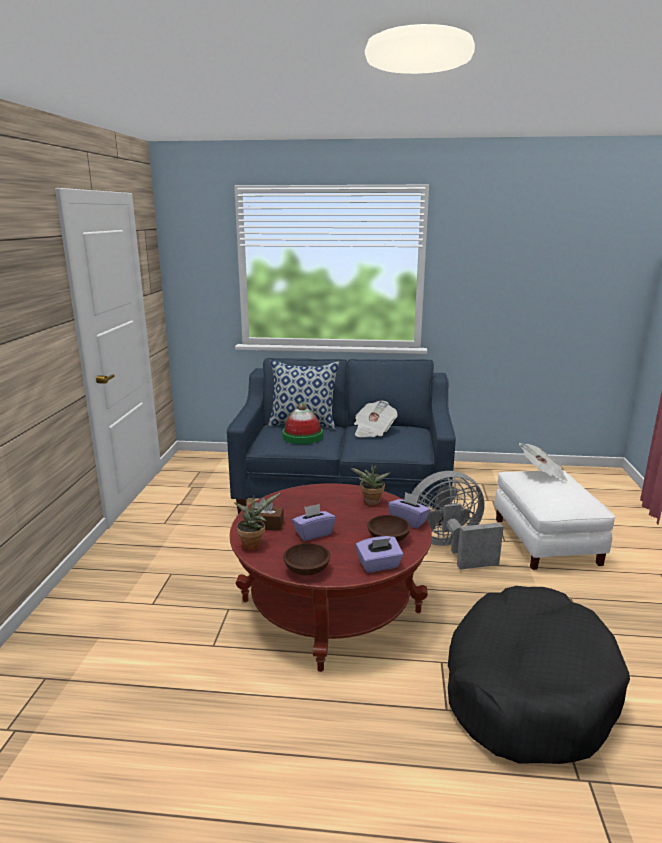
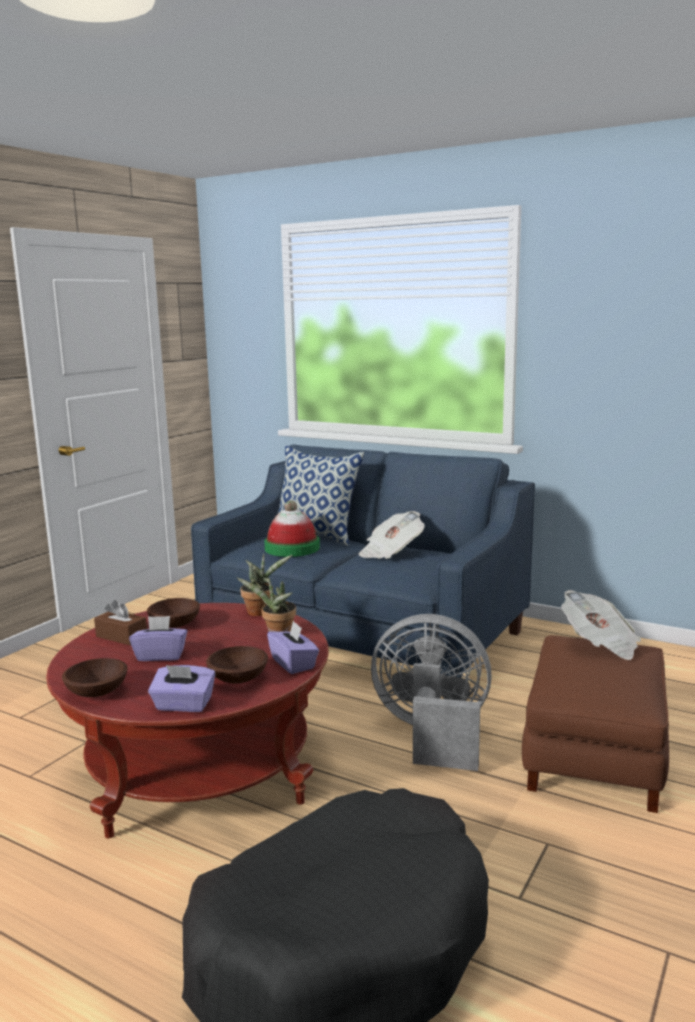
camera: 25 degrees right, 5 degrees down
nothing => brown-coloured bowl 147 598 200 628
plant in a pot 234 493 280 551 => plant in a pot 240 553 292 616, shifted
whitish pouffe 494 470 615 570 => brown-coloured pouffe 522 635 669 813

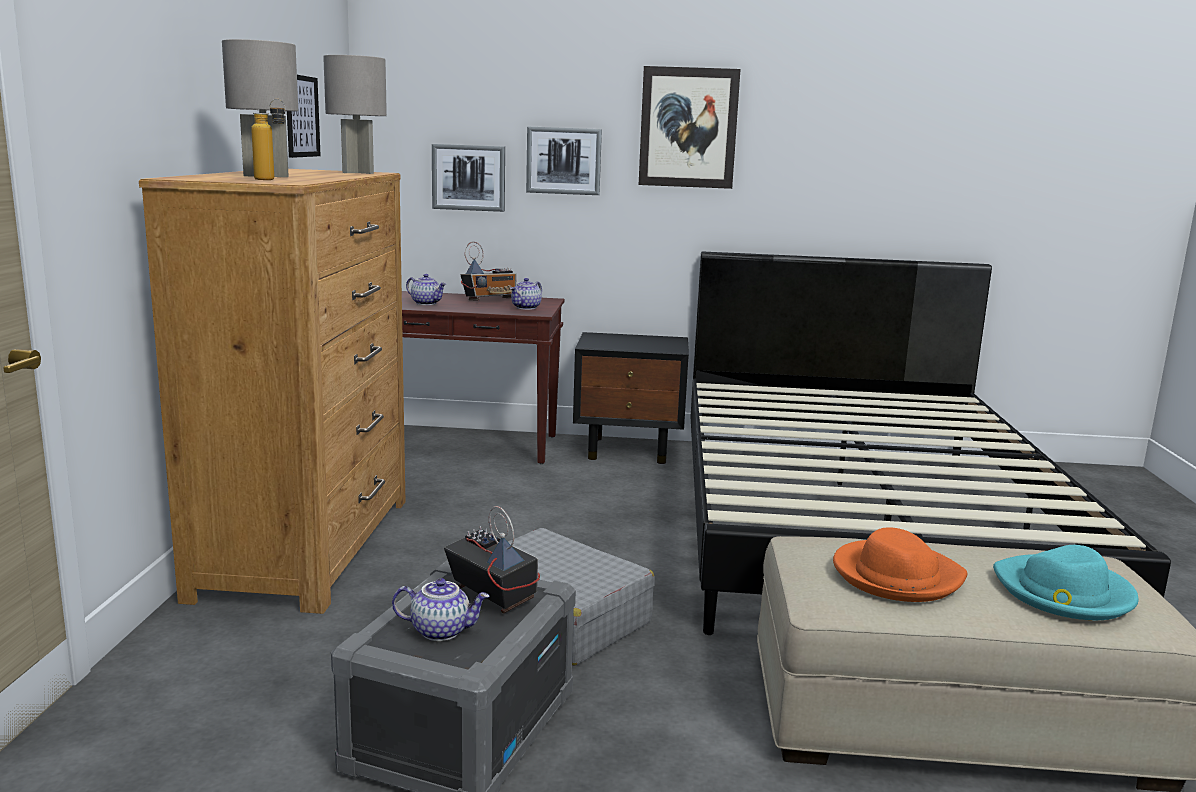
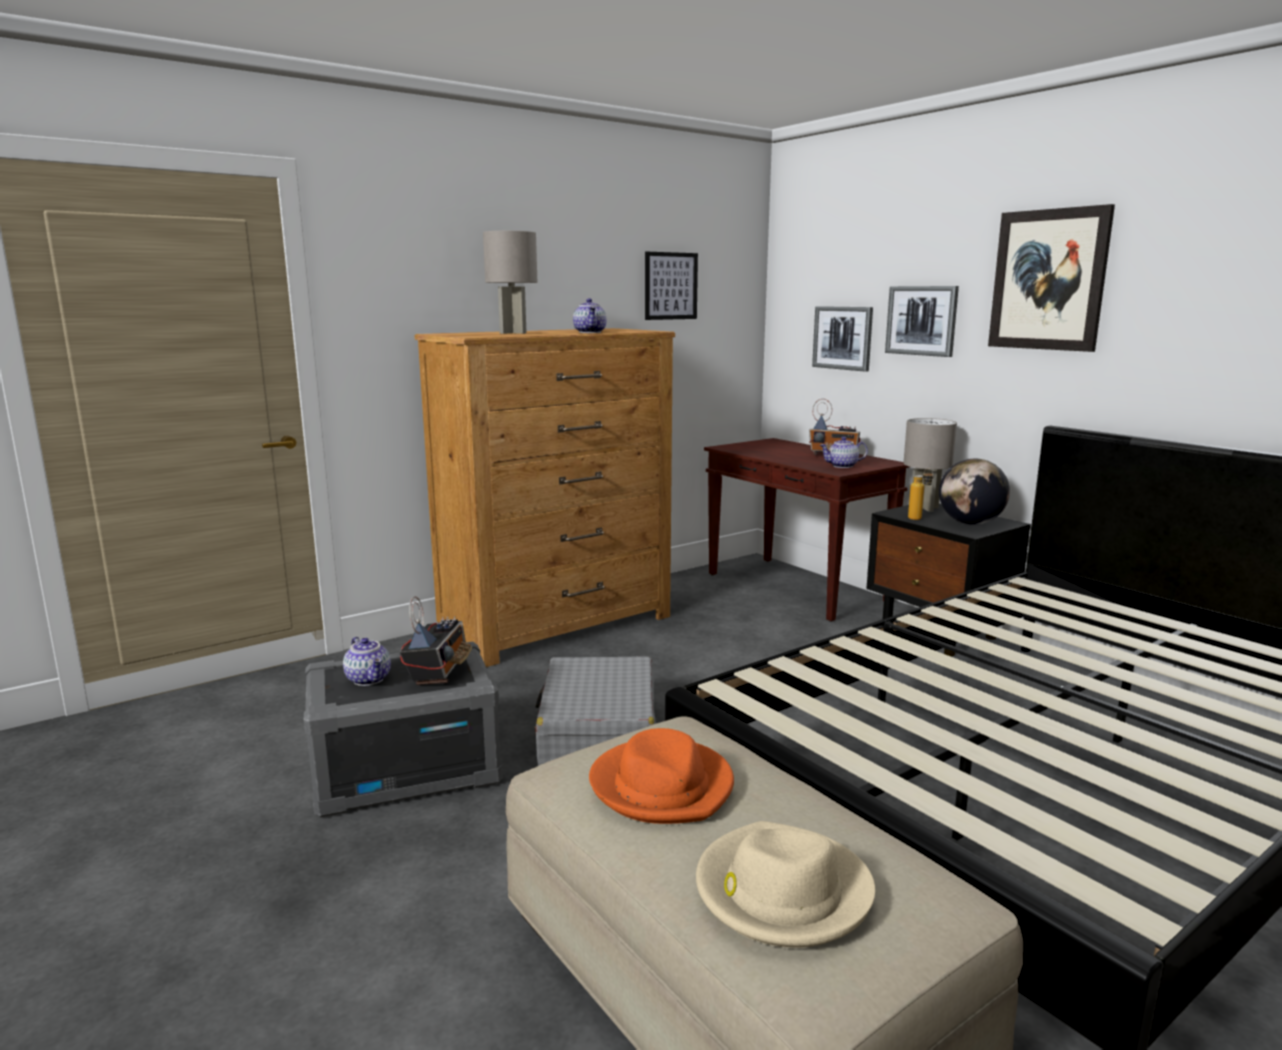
camera: 50 degrees right, 0 degrees up
teapot 406 274 446 305 => teapot 573 298 607 333, shifted
turquoise clothing hat 993 545 1139 620 => sand-coloured clothing hat 696 821 875 948
greyish table lamp 323 55 387 174 => greyish table lamp 903 418 957 512, shifted
bottle 251 99 285 180 => bottle 908 468 934 520, shifted
nothing => world globe 939 459 1010 525

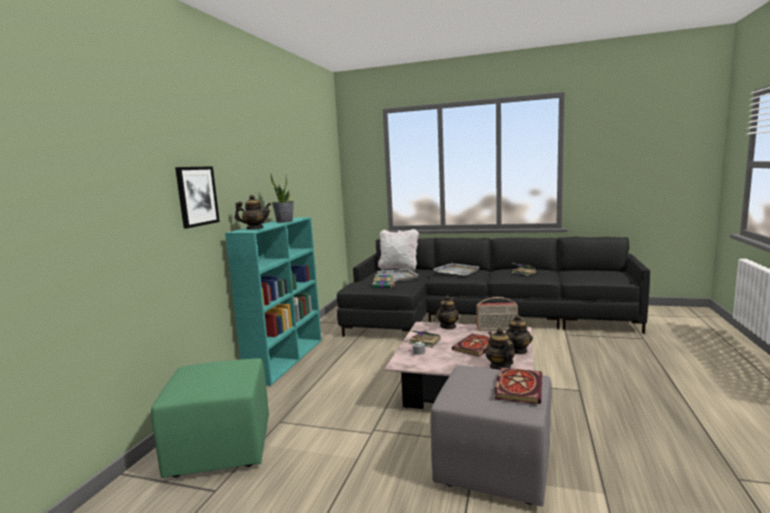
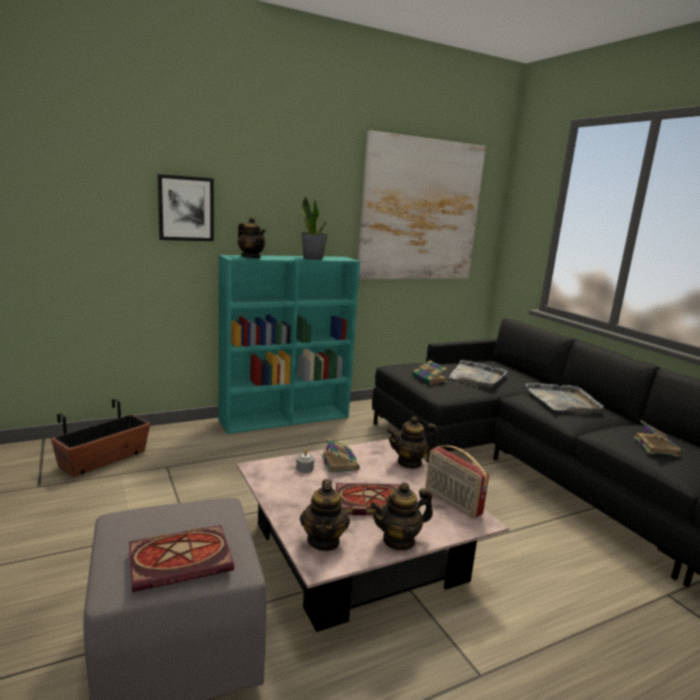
camera: 45 degrees right, 5 degrees up
greenish pouffe 151 358 269 478 => plant pot 51 399 150 477
teapot 485 328 515 370 => teapot 300 479 350 551, 150 degrees clockwise
nothing => picture 358 130 486 279
whitish pillow 378 229 419 270 => nothing

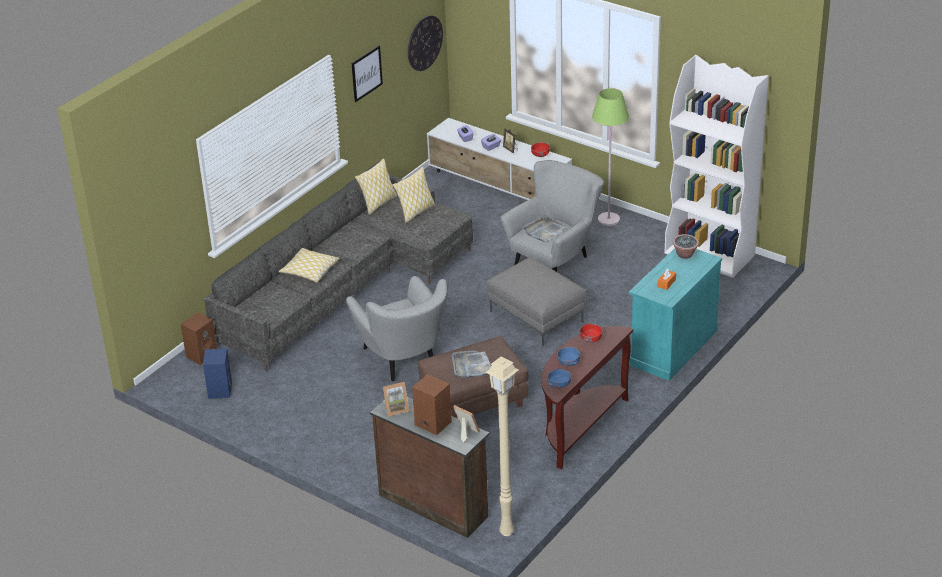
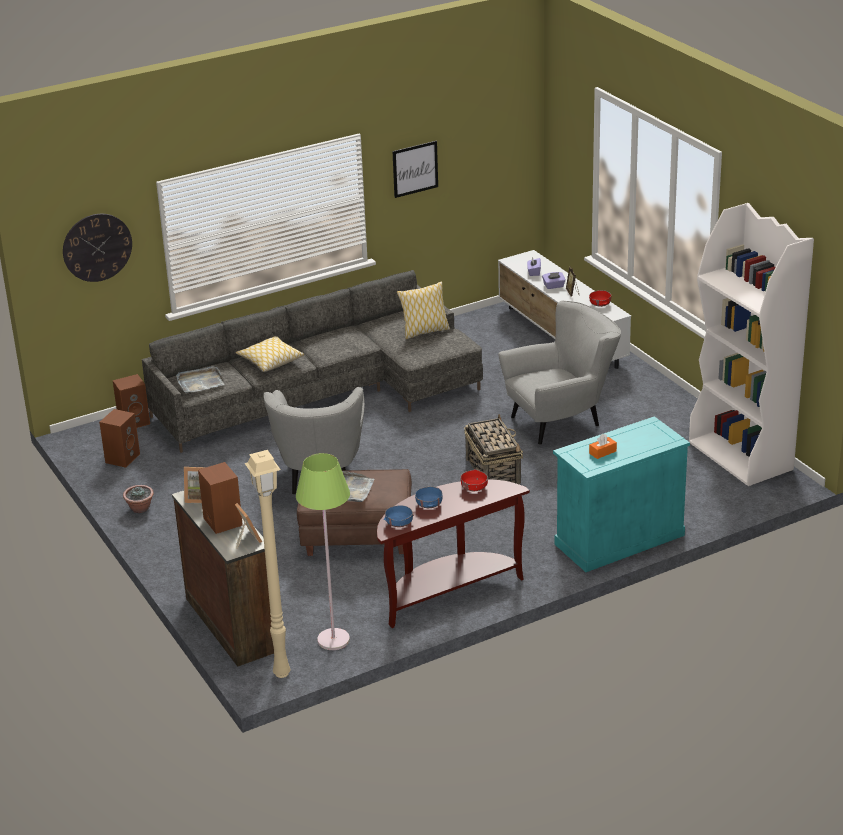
camera: 25 degrees right, 5 degrees down
wall clock 408 15 443 71 => wall clock 63 214 132 282, shifted
blue-coloured speaker 203 349 232 399 => brown-coloured speaker 99 409 140 468
plant in a pot 673 234 699 259 => plant in a pot 123 485 154 513, shifted
greyish tray 522 215 566 242 => greyish tray 176 366 225 393, shifted
greenish floor lamp 592 88 629 226 => greenish floor lamp 296 453 350 650, shifted
greyish pouffe 487 257 586 346 => basket 464 414 523 484
pillow 355 159 397 215 => nothing

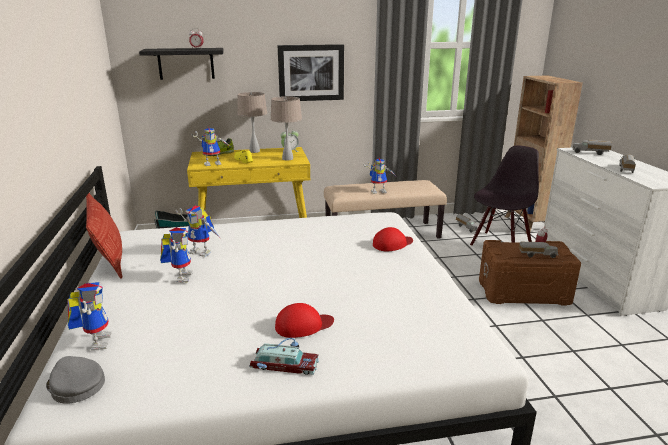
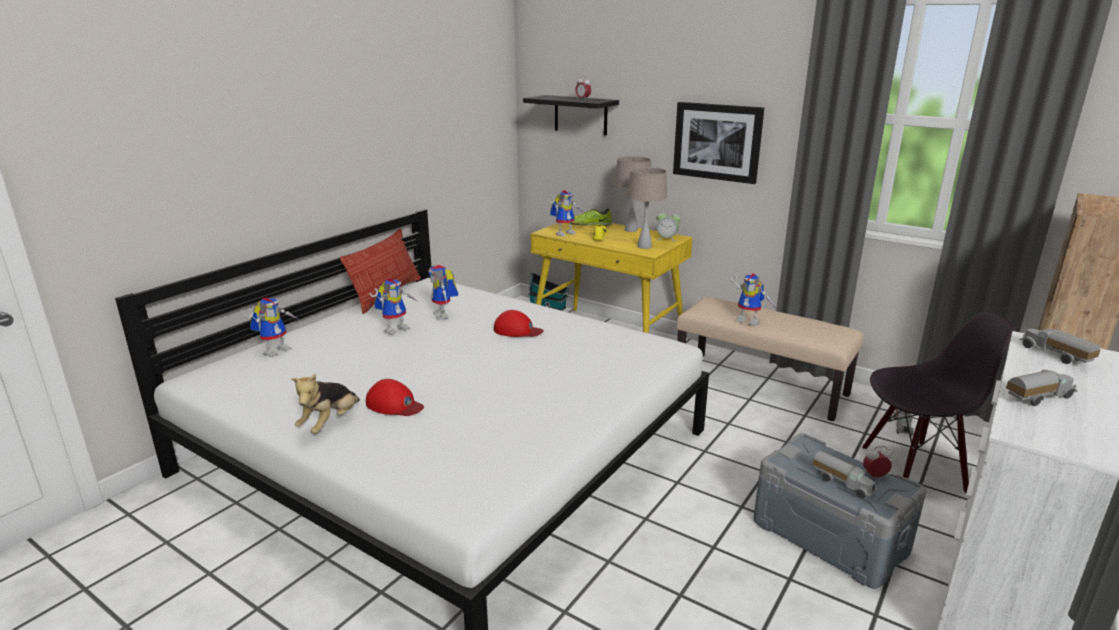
camera: 45 degrees right, 0 degrees up
toy car 249 338 319 375 => plush toy 291 374 360 434
reddish cap 373 227 413 251 => reddish cap 494 310 544 337, shifted
toy robot 191 127 232 166 => toy robot 548 190 584 237, 60 degrees counterclockwise
brown-coloured storage box 479 240 581 306 => greyish storage box 753 433 926 589
greyish cap 46 356 105 404 => nothing

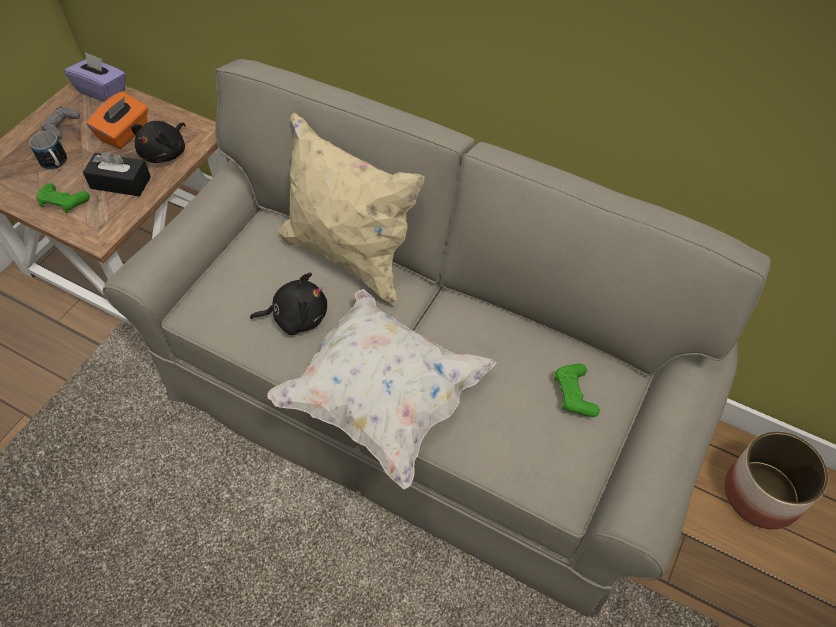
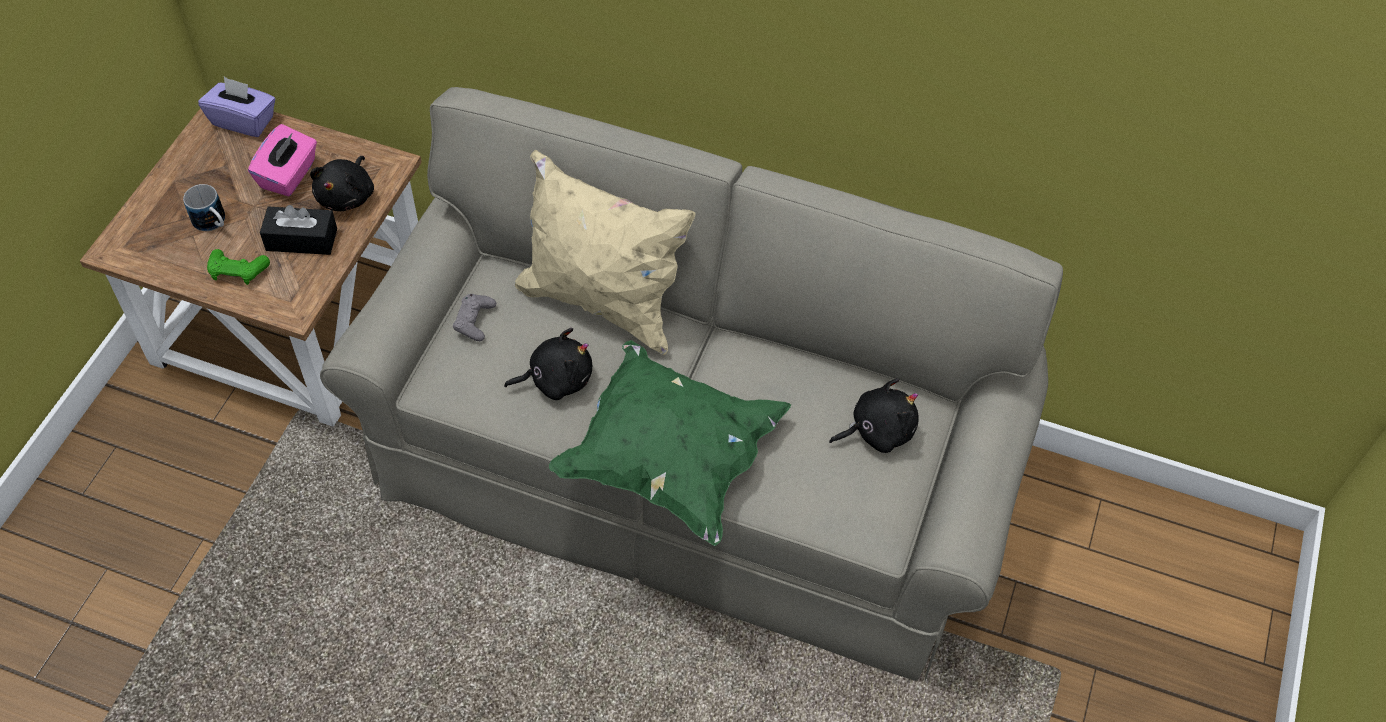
camera: 10 degrees left, 0 degrees up
orange tissue box 86 91 148 149 => pink tissue box 248 124 317 196
greyish gamepad 40 106 80 139 => greyish gamepad 453 294 496 341, shifted
whitish pillow 267 289 497 489 => greenish pillow 549 340 791 546
greenish gamepad 554 364 600 417 => blackish plush toy 829 378 919 453
plant pot 725 431 828 529 => nothing

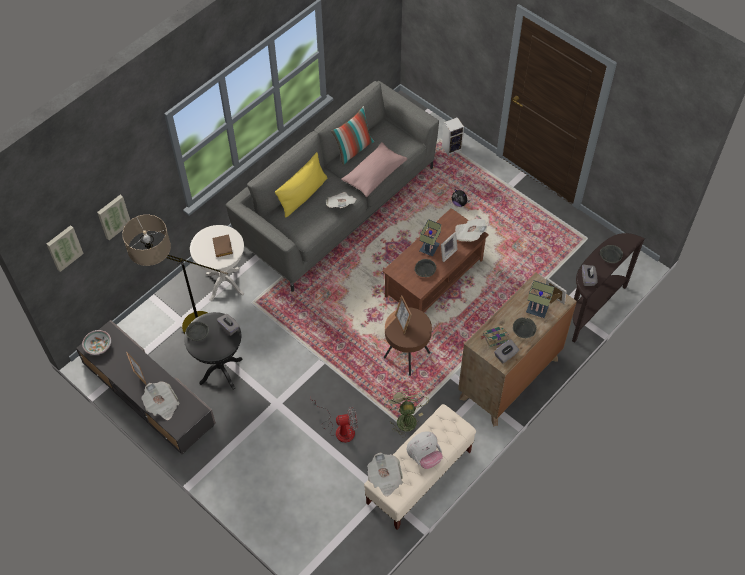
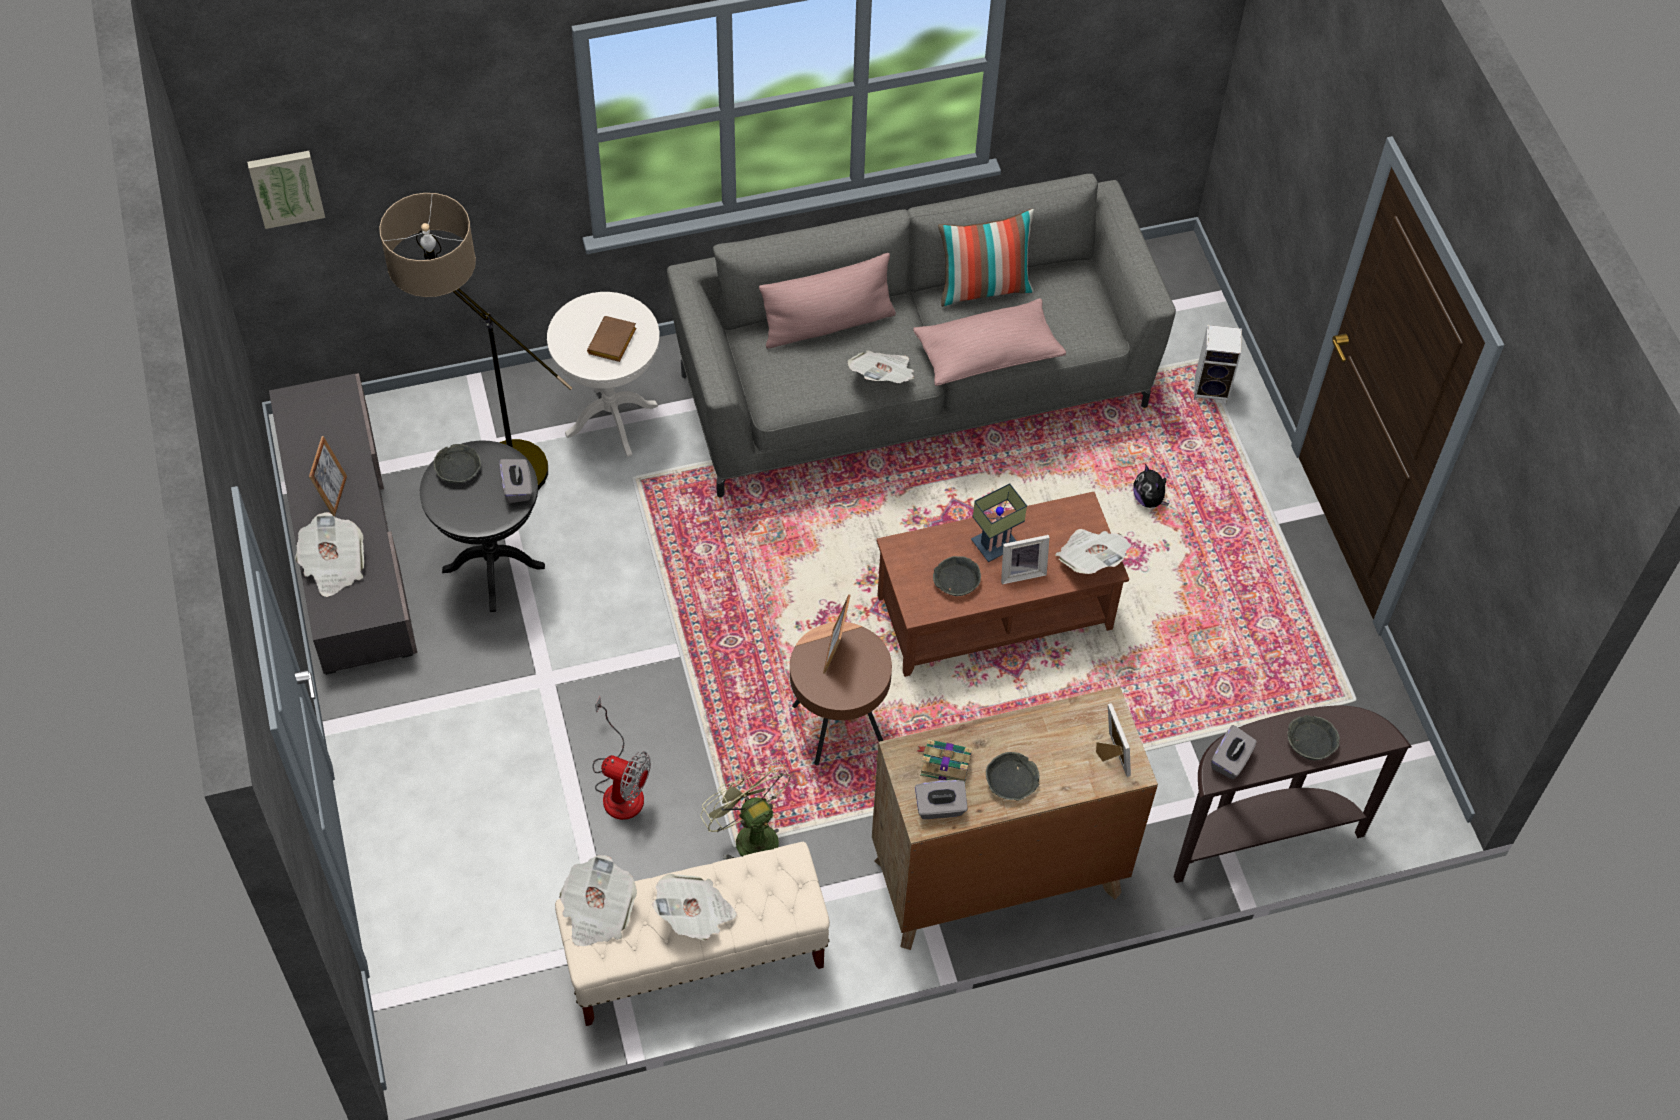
camera: 30 degrees right, 0 degrees up
plush toy 407 431 443 469 => daily paper 652 874 737 940
greenish fan 384 388 429 437 => greenish fan 700 761 791 859, 60 degrees counterclockwise
yellow pillow 275 152 328 218 => pink pillow 759 253 896 348
bowl 82 330 111 355 => nothing
picture 97 195 130 240 => nothing
table lamp 526 280 554 318 => nothing

